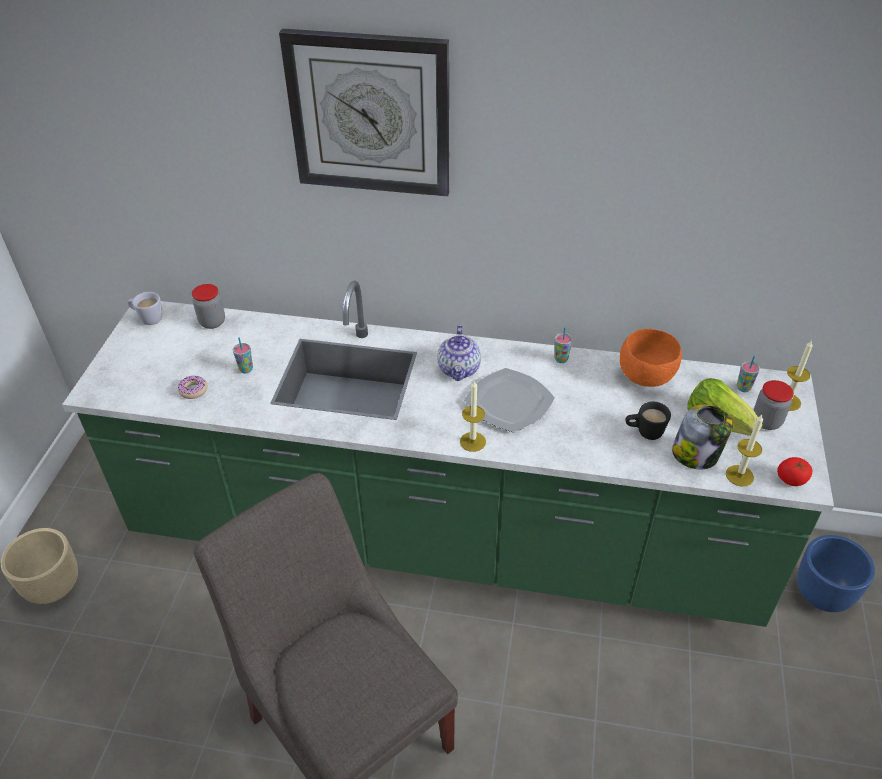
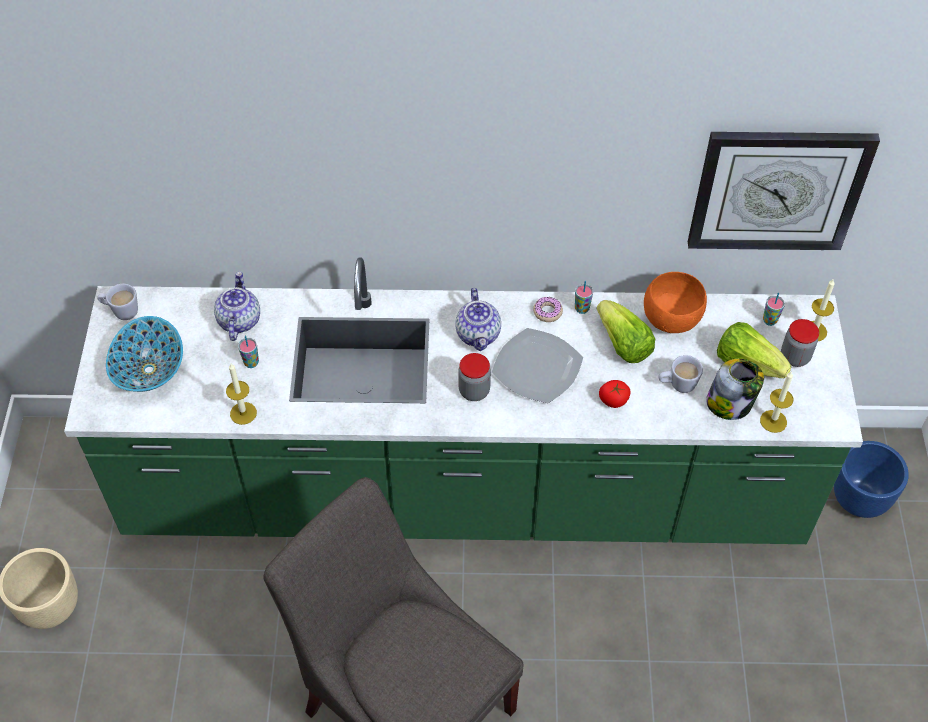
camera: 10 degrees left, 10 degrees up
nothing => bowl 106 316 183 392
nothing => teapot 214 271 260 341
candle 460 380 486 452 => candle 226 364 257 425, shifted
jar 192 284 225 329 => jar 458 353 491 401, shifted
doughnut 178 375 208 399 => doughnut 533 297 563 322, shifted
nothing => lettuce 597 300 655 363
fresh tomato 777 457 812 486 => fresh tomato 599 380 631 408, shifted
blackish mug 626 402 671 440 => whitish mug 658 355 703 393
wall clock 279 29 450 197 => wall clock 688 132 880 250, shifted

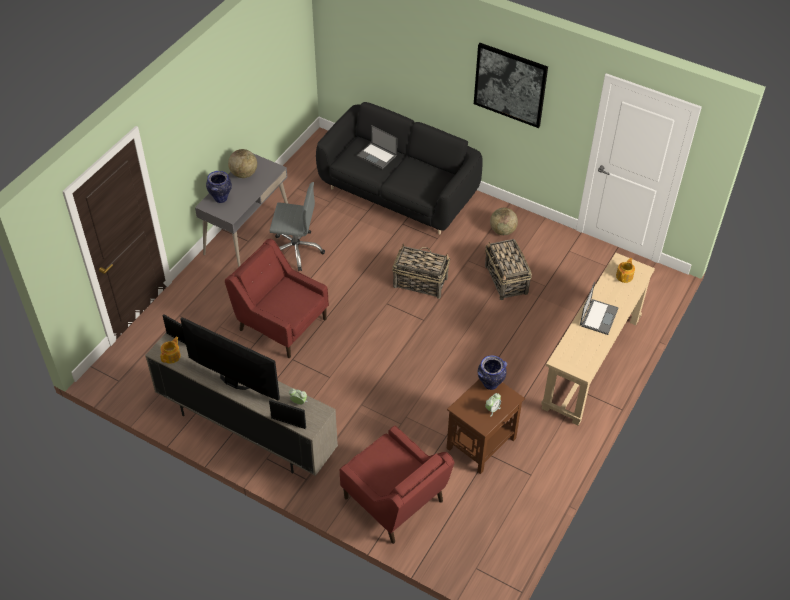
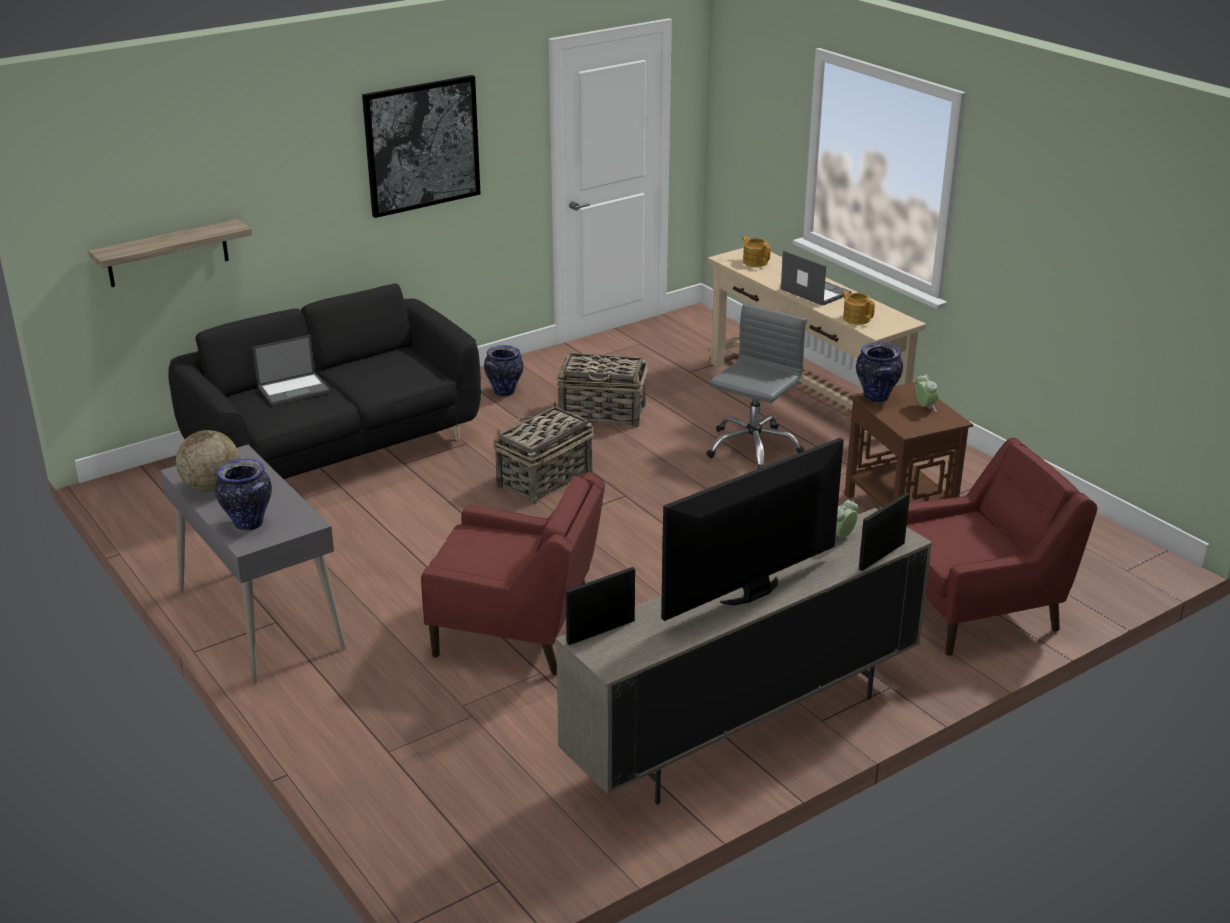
camera: 65 degrees left, 20 degrees down
nothing => wall shelf 88 219 252 287
reddish easy chair 225 239 329 358 => reddish easy chair 421 472 605 675, 135 degrees counterclockwise
world globe 490 208 518 235 => vase 484 345 523 396
greyish computer chair 270 182 325 271 => greyish computer chair 706 304 807 469, shifted
teapot 160 337 181 364 => teapot 841 290 875 325, shifted

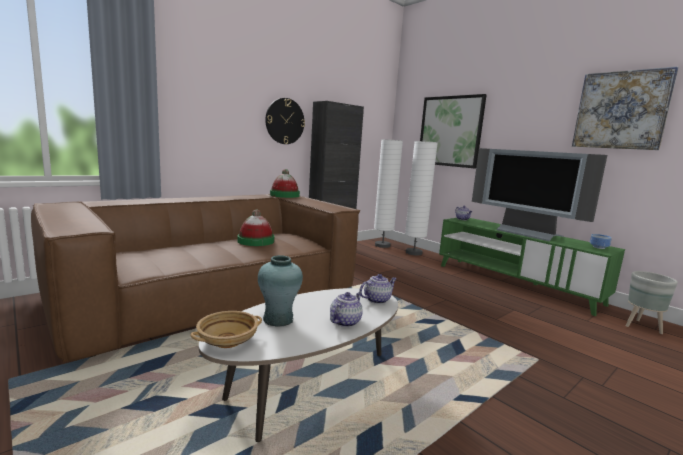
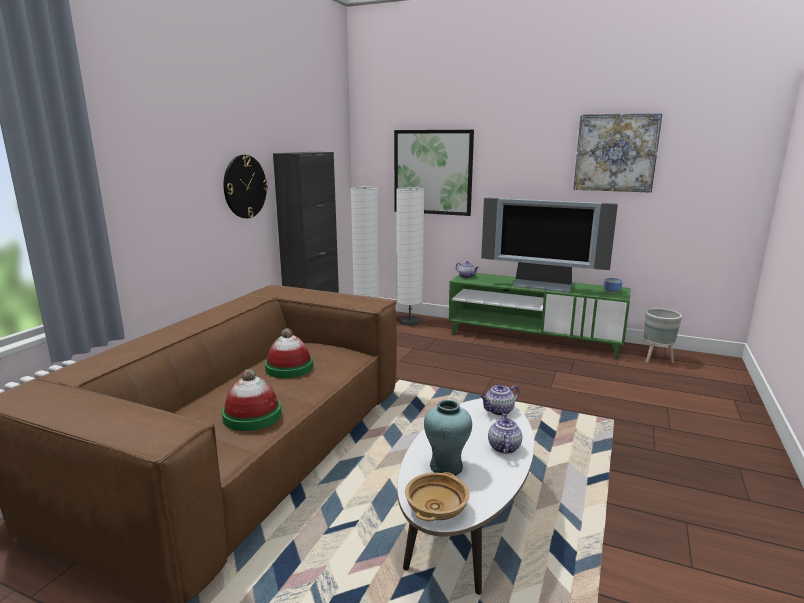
camera: 25 degrees left, 5 degrees up
clothing hat 270 169 300 198 => clothing hat 222 369 282 431, shifted
teapot 359 274 397 304 => teapot 481 384 519 416, 150 degrees counterclockwise

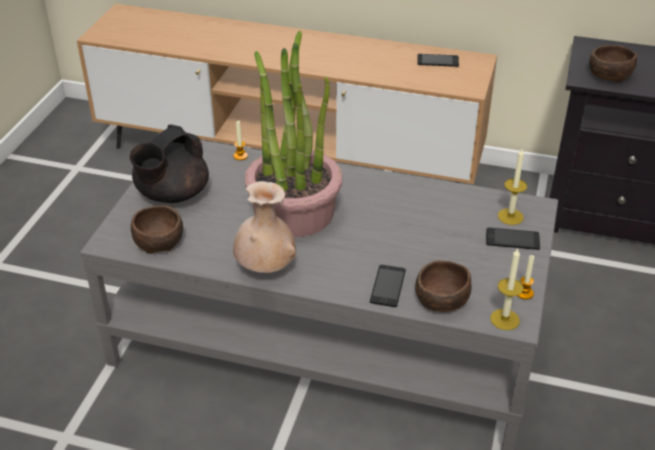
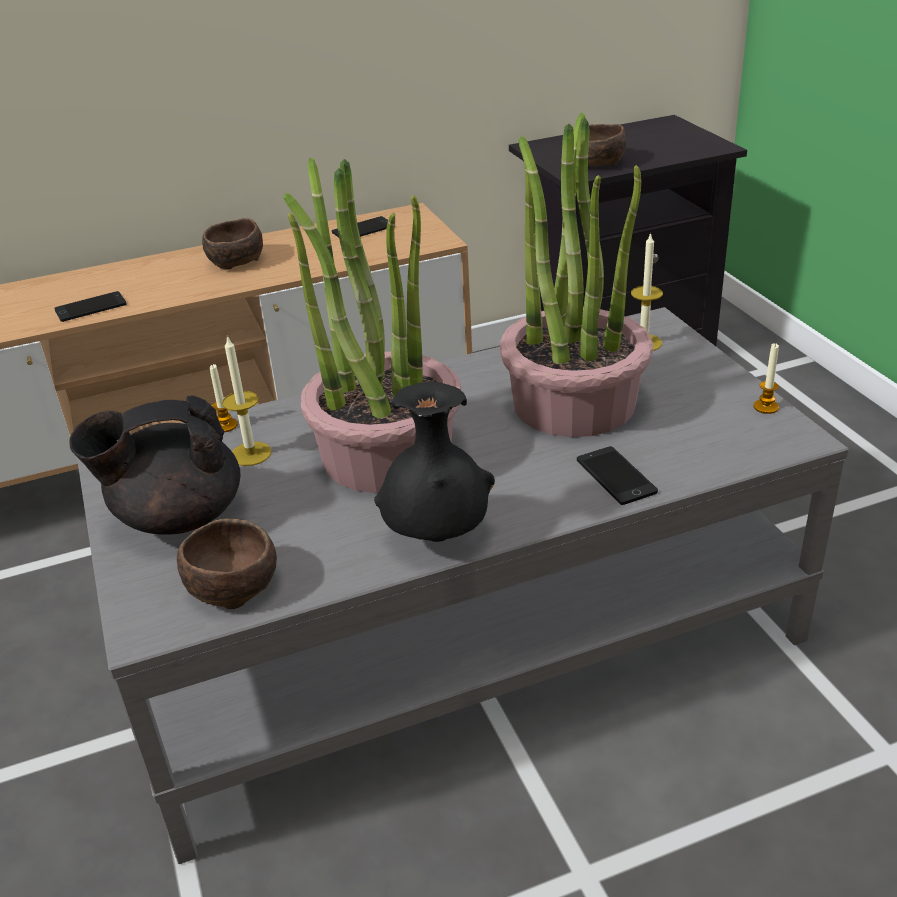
camera: 35 degrees left, 5 degrees down
phone 486 228 540 250 => phone 54 291 127 322, shifted
blackish teapot 130 124 209 203 => blackish teapot 69 395 241 535, 75 degrees clockwise
brown-coloured bowl 415 260 471 312 => brown-coloured bowl 202 218 263 270, shifted
candle 490 248 524 330 => candle 222 336 272 466, shifted
sand-coloured vase 233 181 296 273 => blackish vase 374 382 495 542
nothing => plant in a pot 500 113 653 437

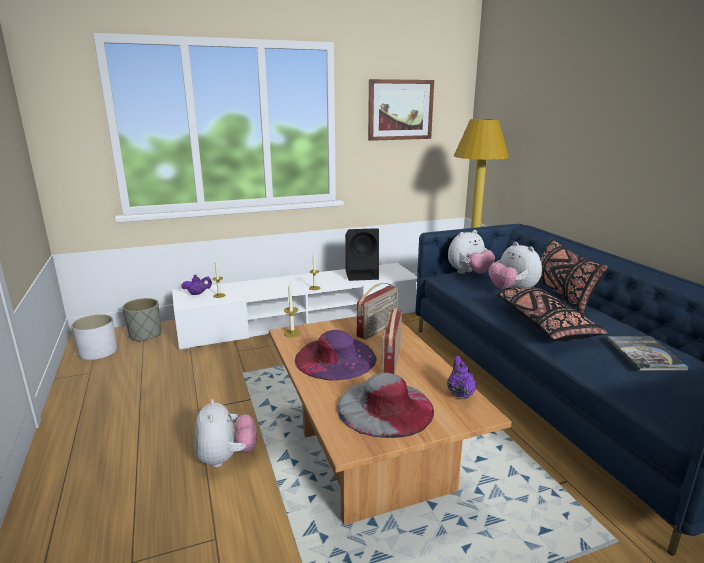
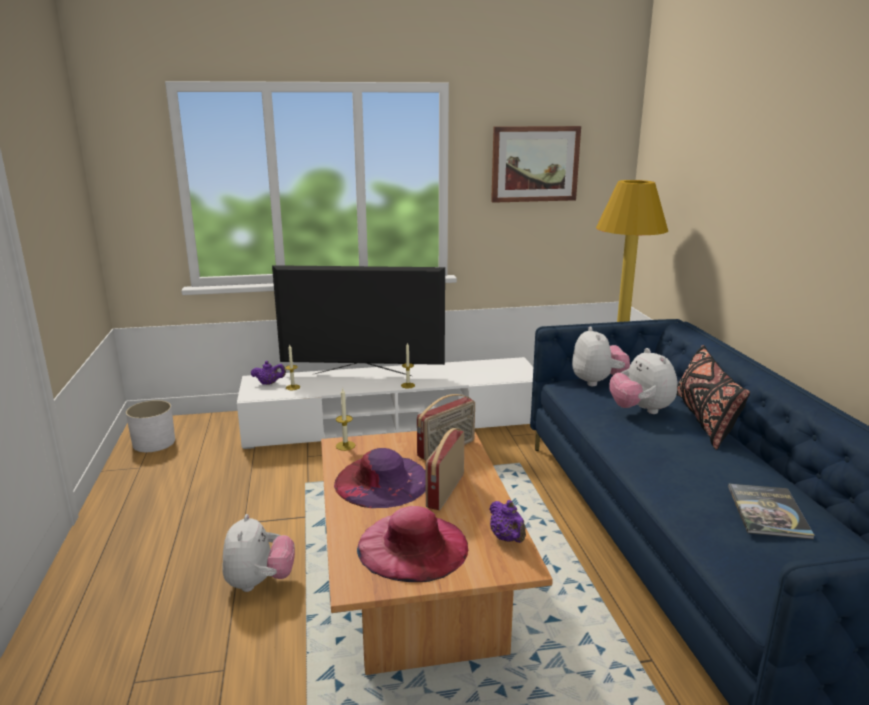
camera: 10 degrees right, 0 degrees up
nothing => television 272 265 445 376
greyish clothing hat 337 373 434 438 => pink clothing hat 357 506 468 582
purple teapot 447 356 477 399 => purple teapot 489 500 526 543, 150 degrees clockwise
plush toy 448 230 495 274 => plush toy 572 326 630 386, 75 degrees counterclockwise
greyish plant pot 122 298 161 342 => nothing
blackish speaker 345 228 379 281 => nothing
blackish pillow 497 287 608 341 => nothing

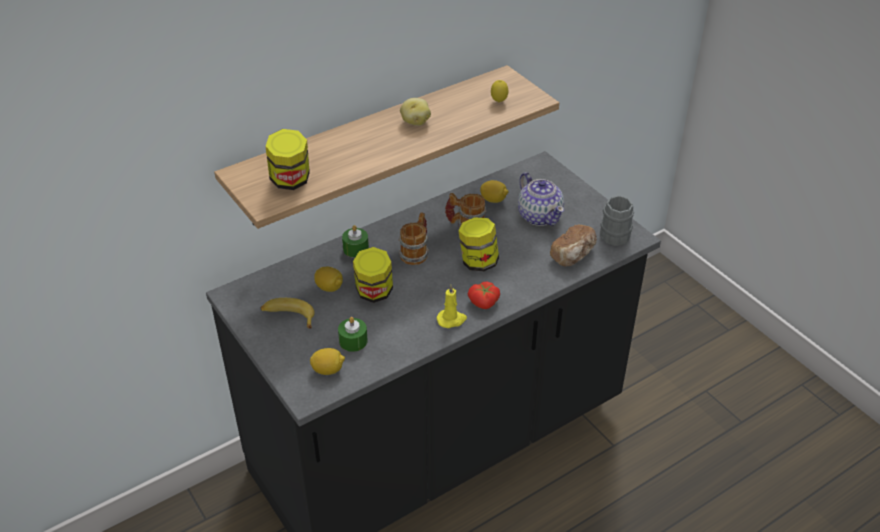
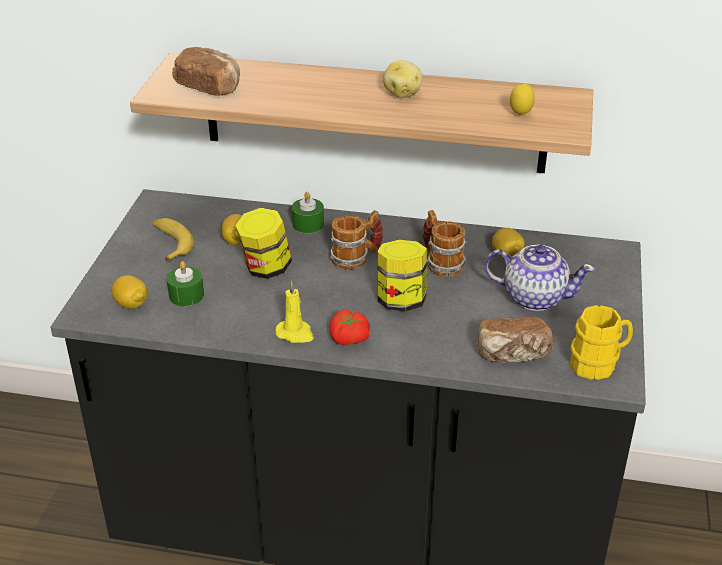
camera: 45 degrees right, 5 degrees down
jar 265 129 310 190 => bakery bread 172 47 240 96
teapot 518 172 564 226 => teapot 484 245 595 311, 90 degrees counterclockwise
greyish mug 600 196 634 246 => yellow mug 570 305 633 380

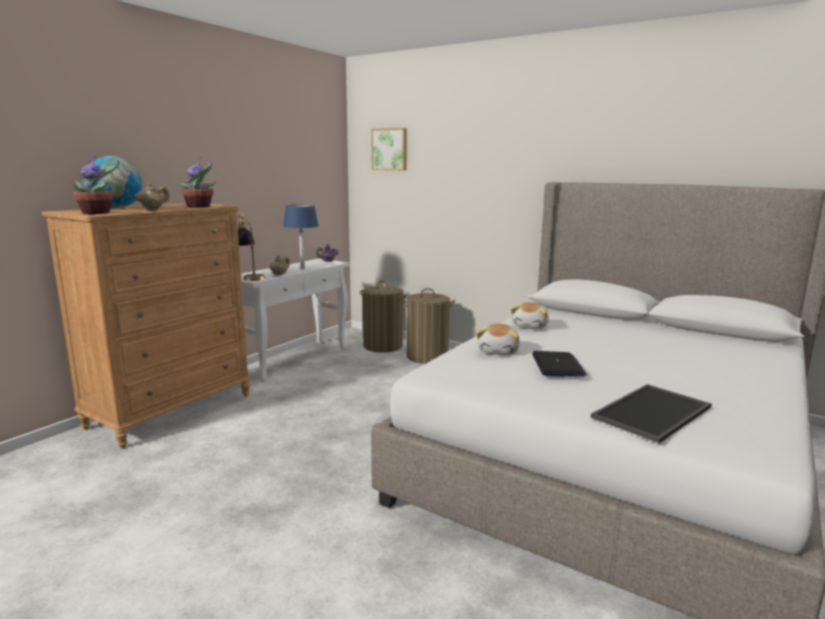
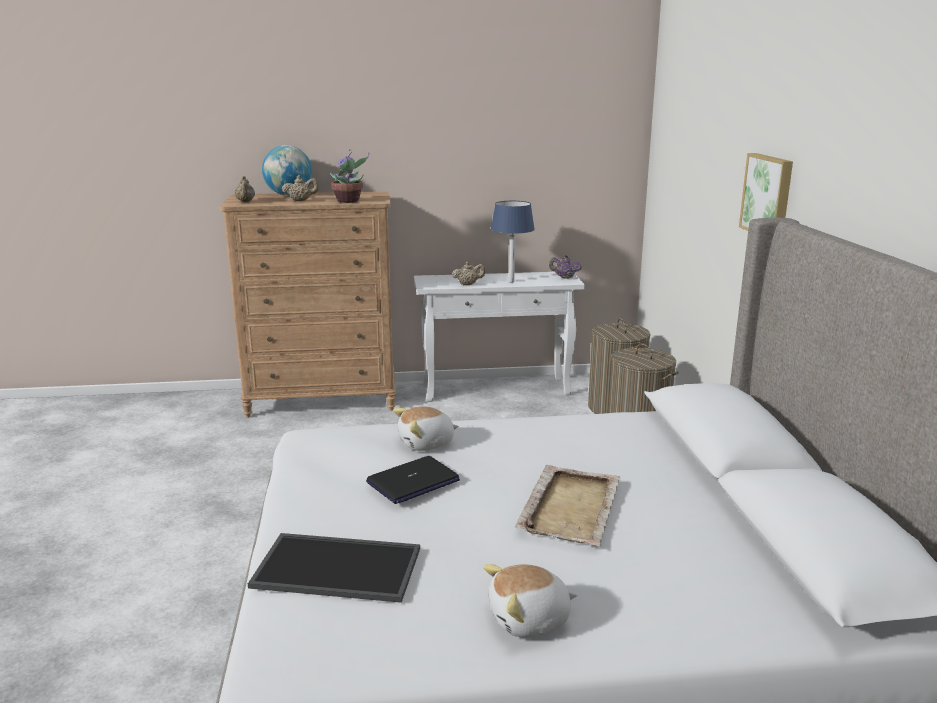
camera: 50 degrees right, 5 degrees up
plant in a pot 71 155 120 214 => sand-coloured teapot 234 176 255 202
plush toy 511 302 549 329 => plush toy 483 564 577 637, shifted
nothing => sand-coloured tray 515 465 620 546
picture 371 128 407 170 => picture 739 153 793 231, shifted
table lamp 238 214 265 281 => nothing

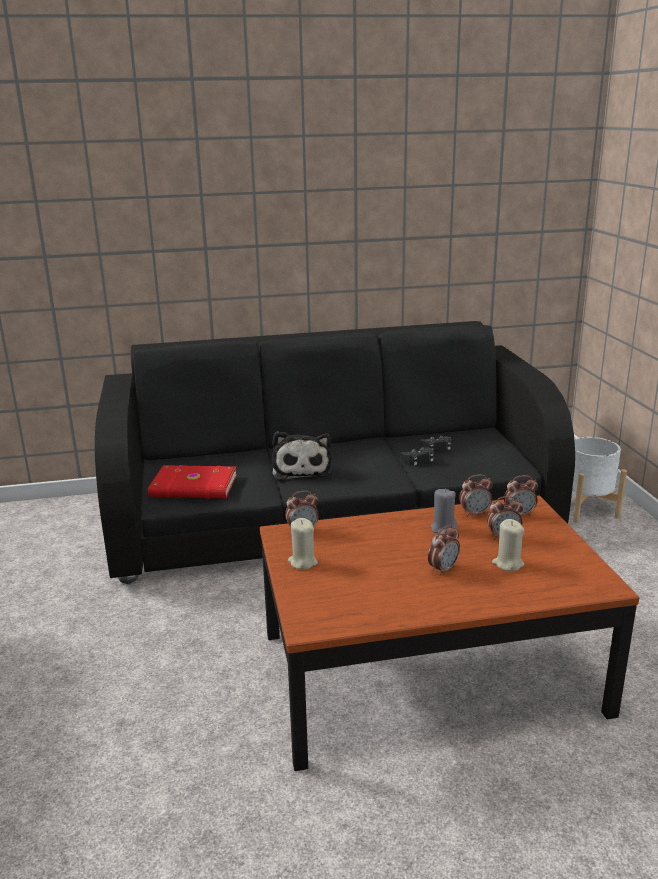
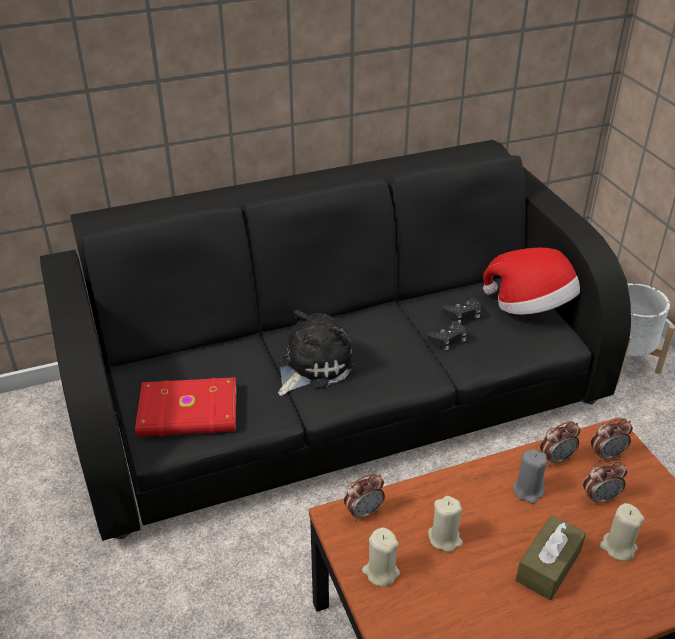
camera: 10 degrees left, 15 degrees up
plush toy 272 431 332 480 => plush toy 278 310 356 396, 120 degrees counterclockwise
nothing => sand-coloured candle 428 496 463 552
nothing => clothing hat 483 248 580 315
bedside clock 428 525 460 576 => brown-coloured tissue box 516 515 586 600

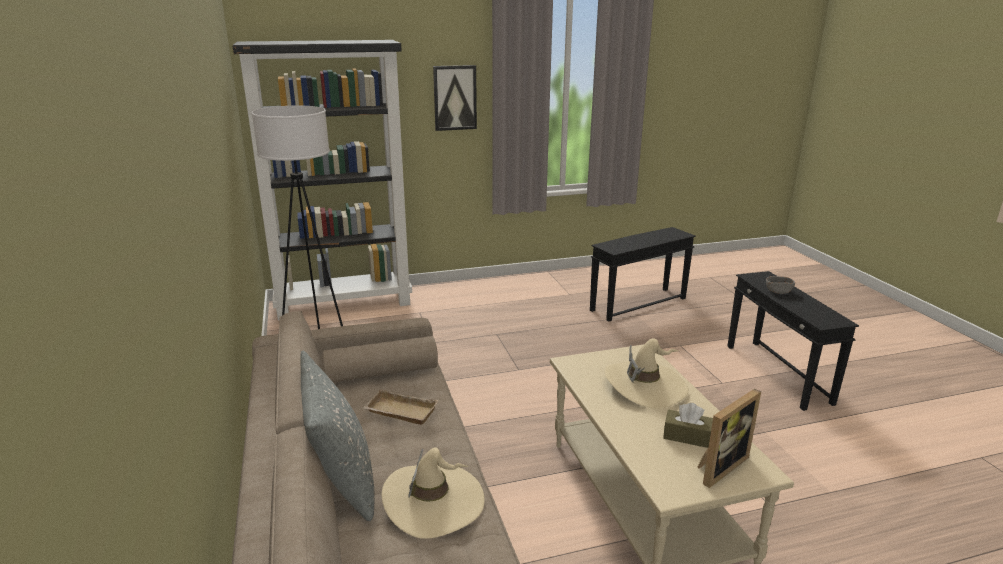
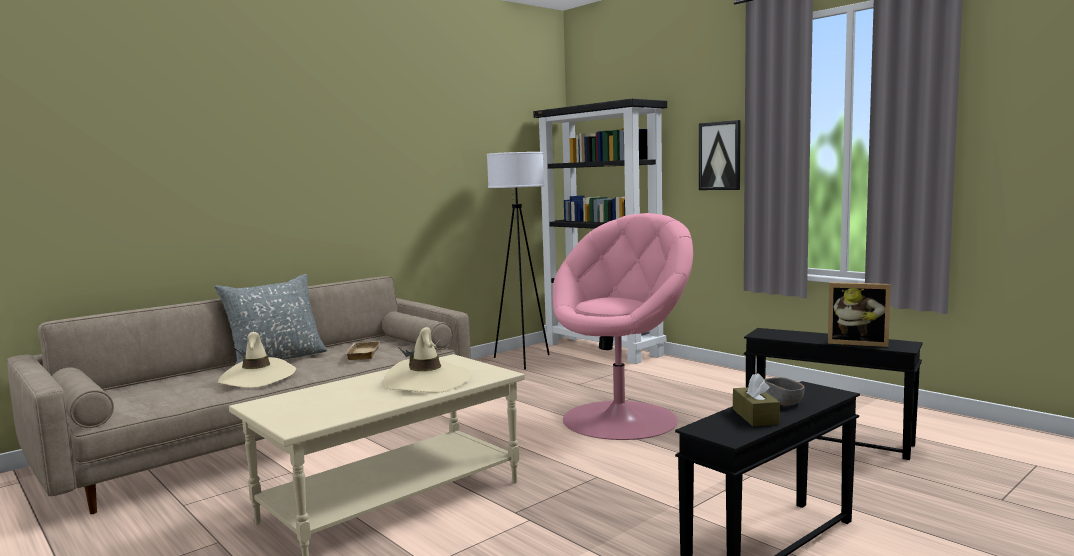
camera: 65 degrees right, 15 degrees down
nothing => pink easy chair 553 213 693 440
brown-coloured tissue box 663 403 713 448 => brown-coloured tissue box 733 373 780 426, shifted
picture frame 697 388 761 488 => picture frame 828 282 891 347, shifted

